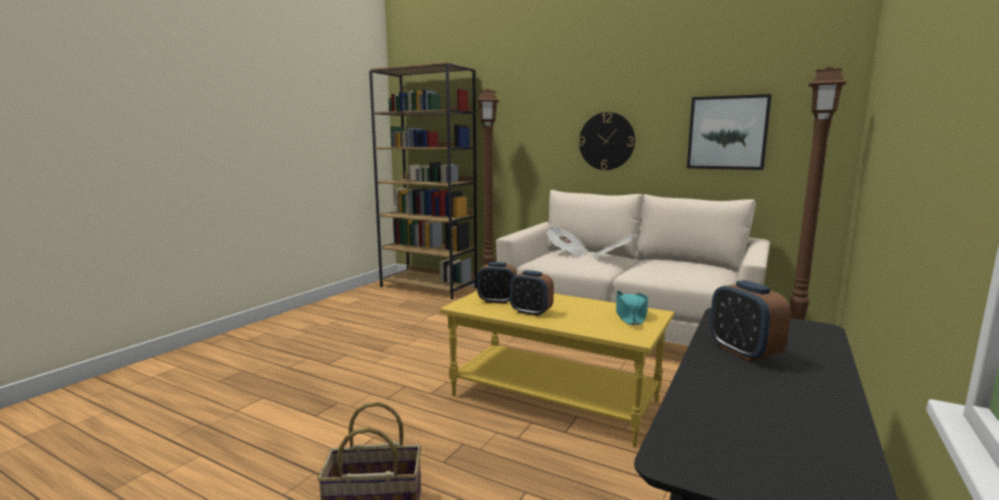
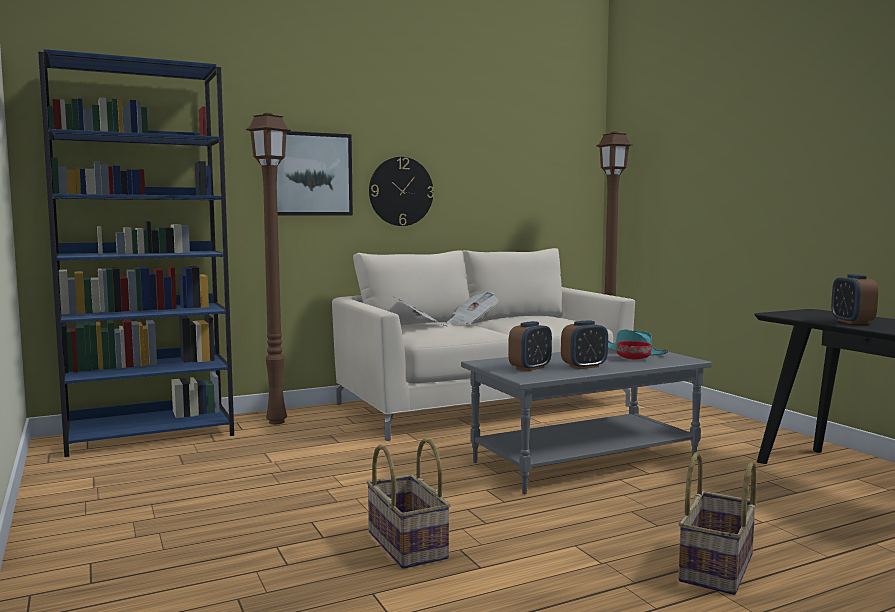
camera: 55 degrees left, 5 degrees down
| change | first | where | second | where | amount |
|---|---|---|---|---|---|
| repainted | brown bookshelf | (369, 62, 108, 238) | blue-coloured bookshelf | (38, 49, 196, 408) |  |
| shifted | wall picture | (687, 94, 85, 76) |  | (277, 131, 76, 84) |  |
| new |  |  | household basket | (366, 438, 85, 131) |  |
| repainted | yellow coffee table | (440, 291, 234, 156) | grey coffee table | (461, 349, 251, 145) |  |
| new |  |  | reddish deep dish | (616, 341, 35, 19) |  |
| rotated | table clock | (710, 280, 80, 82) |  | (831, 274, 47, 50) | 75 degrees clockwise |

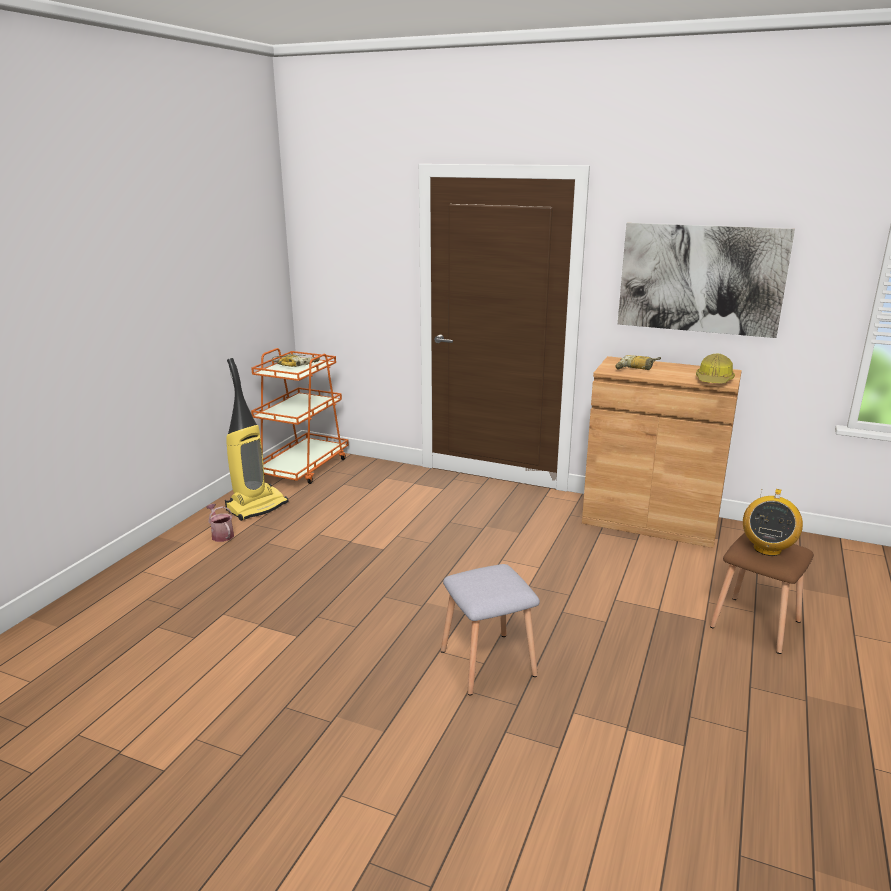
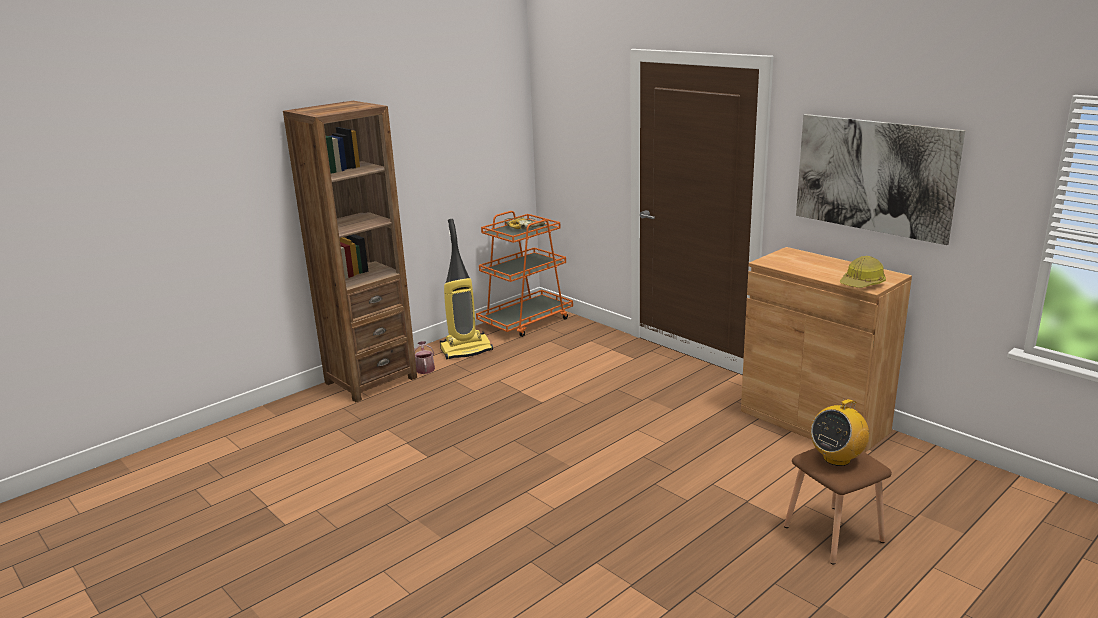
camera: 25 degrees right, 0 degrees up
| change | first | where | second | where | amount |
|---|---|---|---|---|---|
| new |  |  | brown bookshelf | (283, 101, 134, 301) |  |
| gone | grey stool | (441, 564, 99, 132) |  |  |  |
| gone | electric drill | (615, 355, 46, 15) |  |  |  |

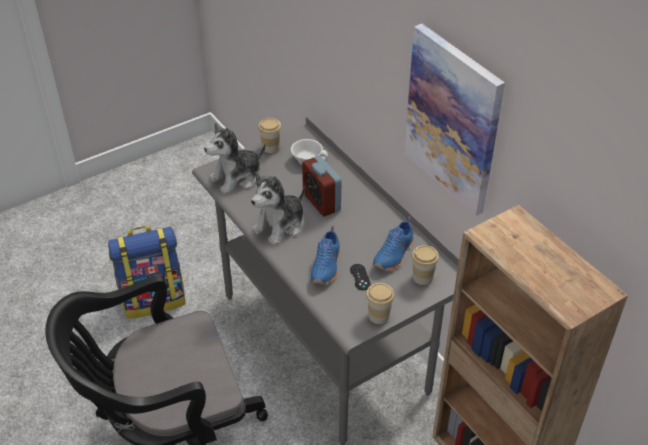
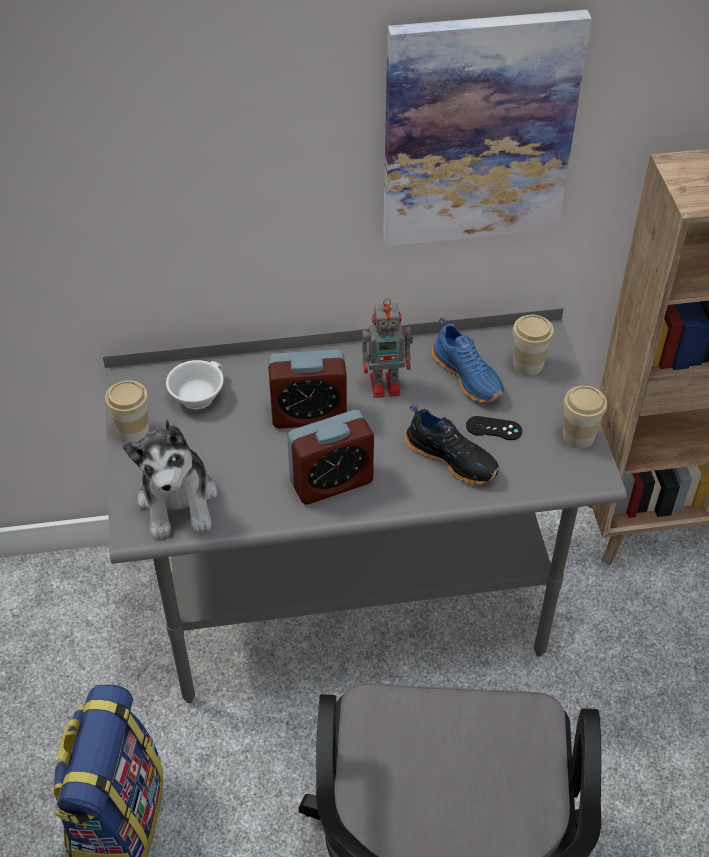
camera: 65 degrees left, 5 degrees up
| change | first | where | second | where | amount |
|---|---|---|---|---|---|
| swapped | soft toy | (251, 172, 54, 73) | table clock | (287, 410, 87, 95) |  |
| new |  |  | model robot | (362, 298, 51, 100) |  |
| repainted | blue-coloured item of footwear | (310, 225, 30, 59) | black-coloured item of footwear | (405, 404, 94, 80) |  |

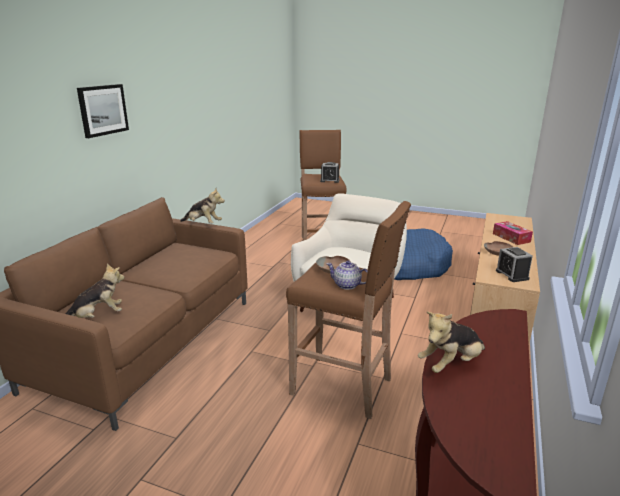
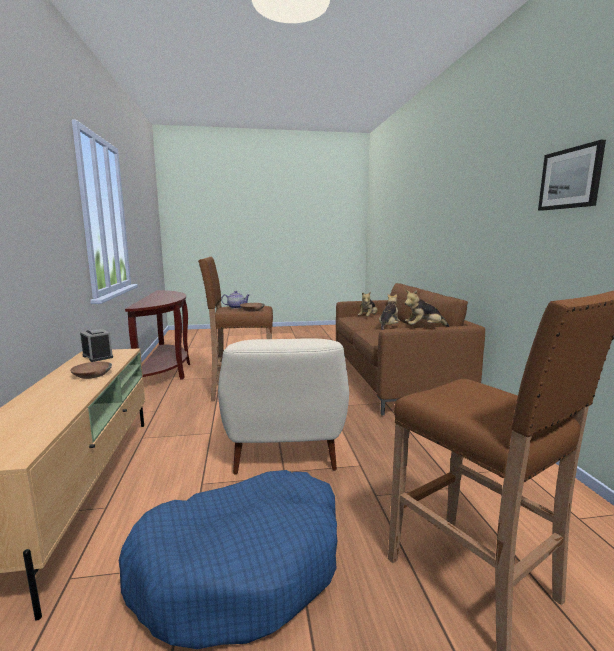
camera: 150 degrees right, 10 degrees down
| change | first | where | second | where | amount |
|---|---|---|---|---|---|
| shifted | soft toy | (418, 312, 67, 61) |  | (379, 293, 21, 37) |  |
| shifted | wall picture | (77, 84, 52, 54) |  | (538, 140, 68, 71) |  |
| gone | table clock | (320, 162, 20, 21) |  |  |  |
| gone | tissue holder | (493, 221, 40, 24) |  |  |  |

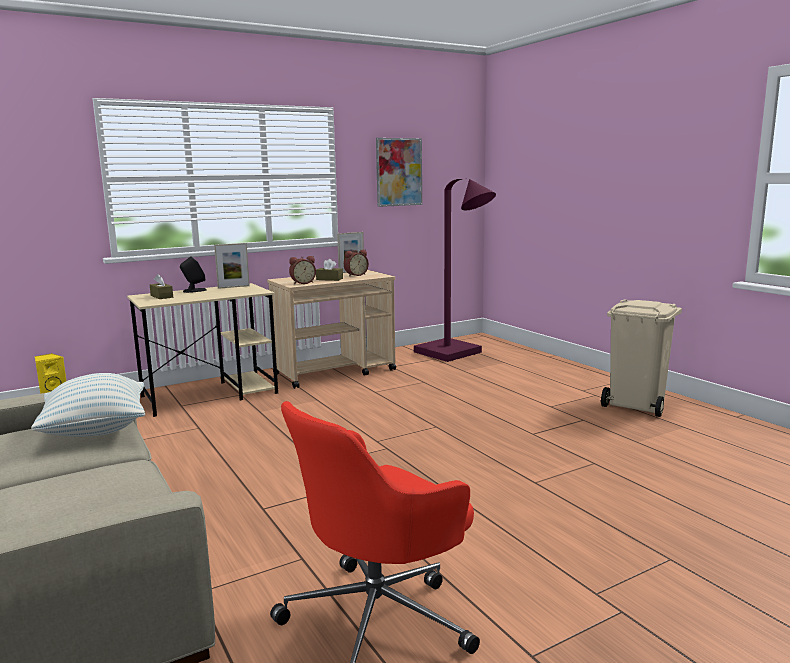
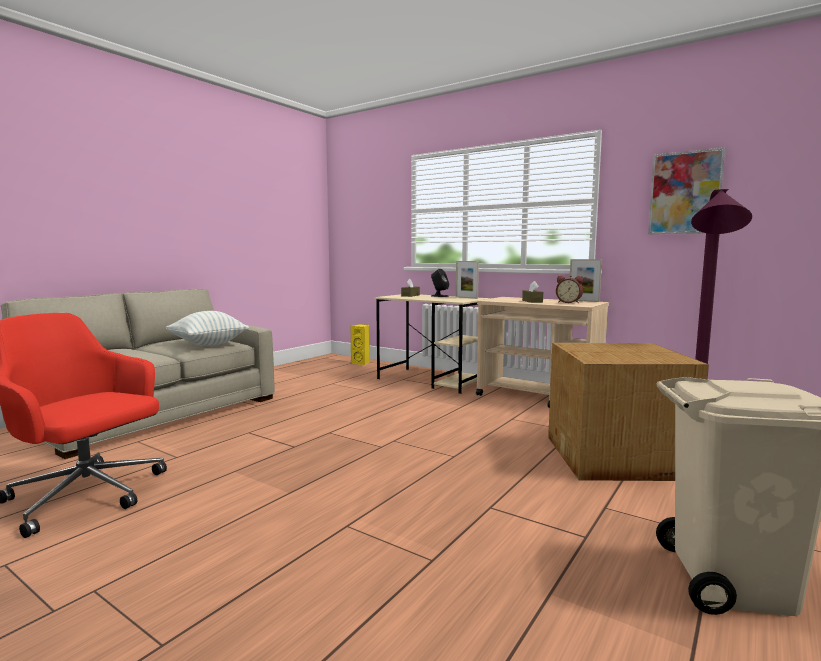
camera: 65 degrees right, 5 degrees down
| change | first | where | second | where | amount |
|---|---|---|---|---|---|
| new |  |  | packing box | (548, 343, 161, 138) |  |
| gone | table clock | (289, 256, 27, 29) |  |  |  |

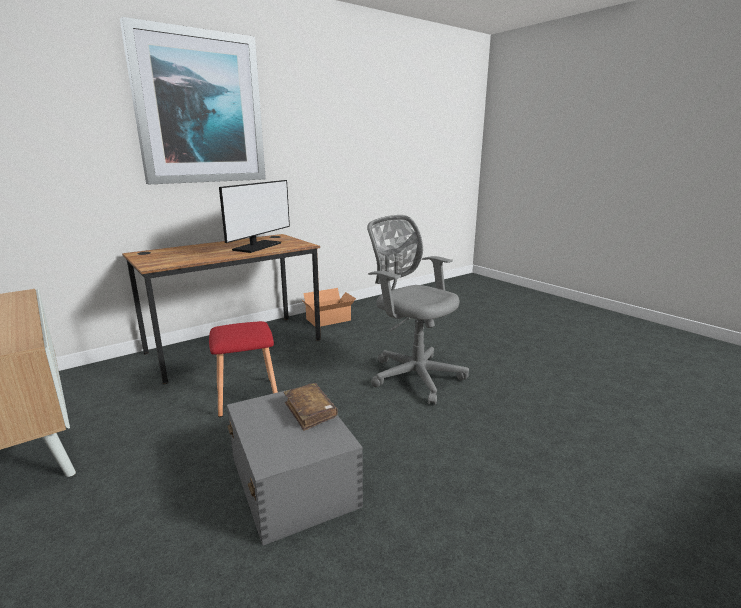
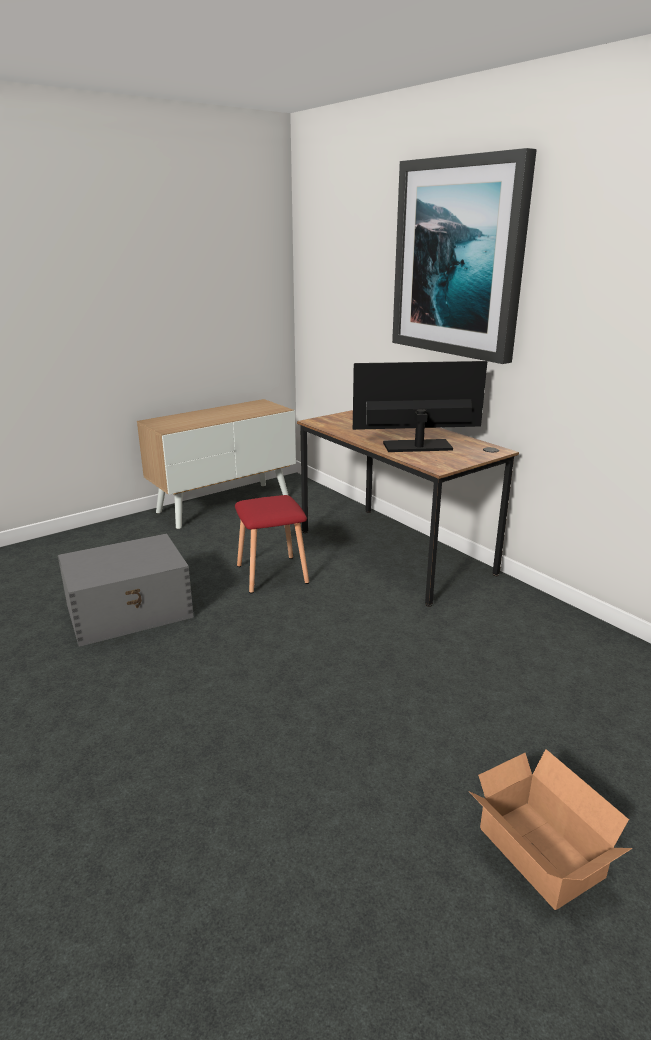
camera: 90 degrees right, 5 degrees up
| change | first | where | second | where | amount |
|---|---|---|---|---|---|
| rotated | computer screen | (219, 180, 71, 73) |  | (353, 361, 135, 91) | 150 degrees clockwise |
| shifted | packing box | (301, 288, 55, 39) |  | (468, 749, 164, 161) |  |
| gone | brown volume | (284, 383, 54, 48) |  |  |  |
| gone | grey computer chair | (367, 215, 102, 190) |  |  |  |

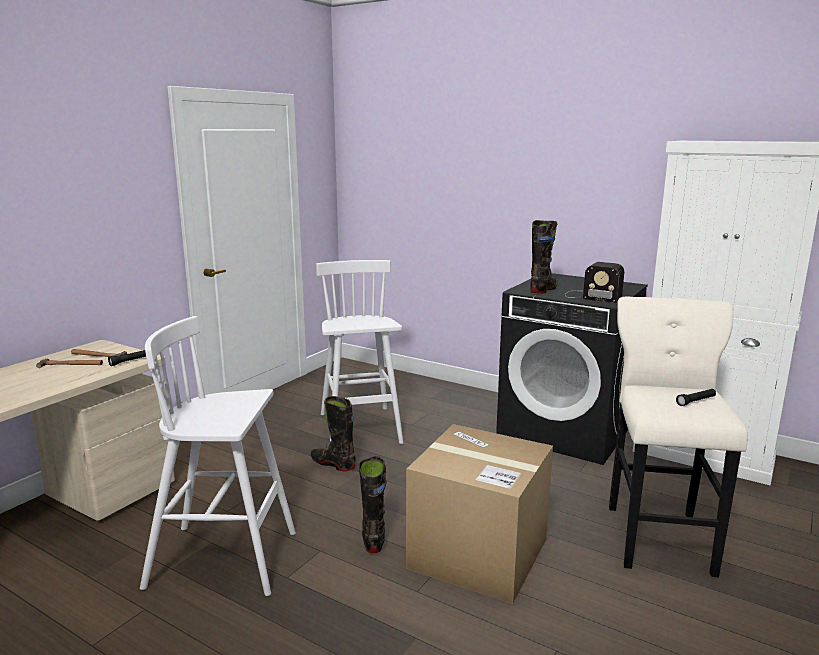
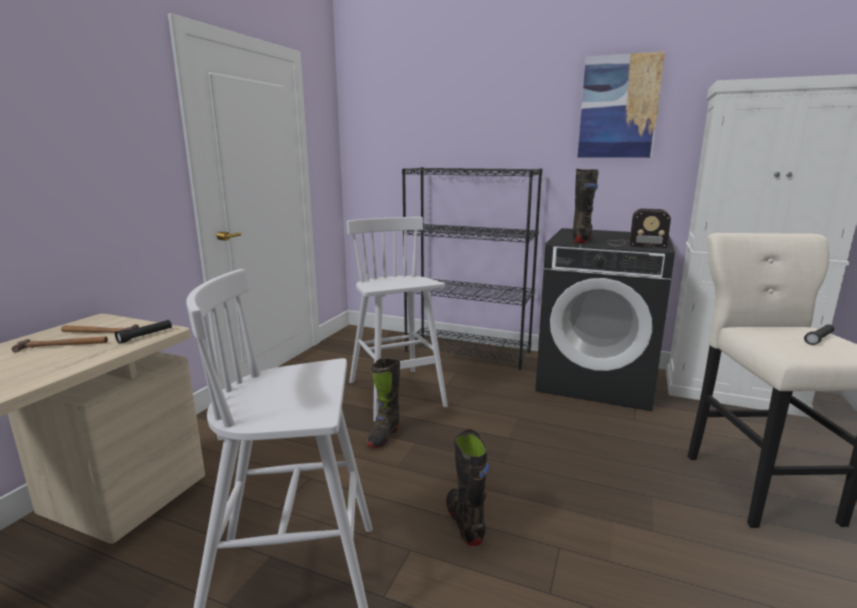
camera: 10 degrees left, 0 degrees up
| change | first | where | second | where | amount |
|---|---|---|---|---|---|
| rotated | black-coloured boot | (311, 396, 45, 75) |  | (366, 358, 34, 90) | 90 degrees counterclockwise |
| new |  |  | black-coloured bookshelf | (402, 167, 140, 203) |  |
| new |  |  | wall picture | (578, 51, 87, 107) |  |
| gone | packing box | (406, 424, 147, 180) |  |  |  |

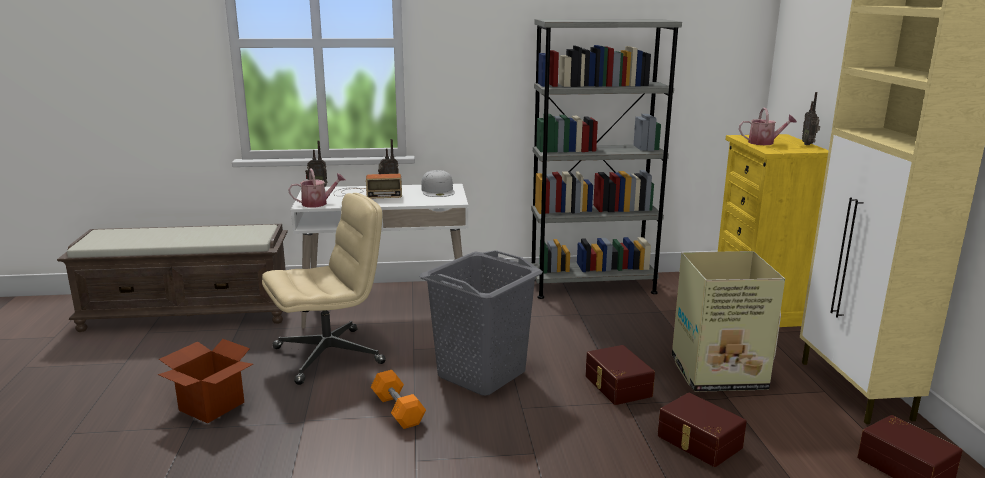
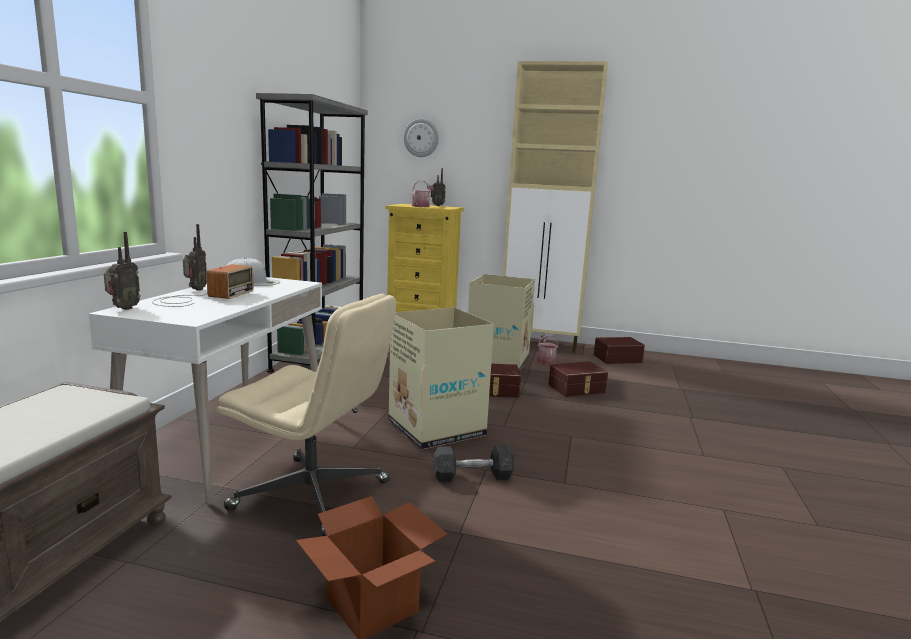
camera: 70 degrees left, 5 degrees down
| change | first | where | second | where | amount |
|---|---|---|---|---|---|
| rotated | sand-coloured computer chair | (262, 193, 124, 192) |  | (217, 294, 179, 242) | 120 degrees clockwise |
| swapped | grey laundry basket | (419, 250, 124, 146) | packing box | (388, 307, 106, 143) |  |
| new |  |  | wall clock | (404, 119, 35, 38) |  |
| repainted | orange-coloured dumbbell | (371, 370, 55, 59) | grey dumbbell | (434, 445, 80, 37) |  |
| shifted | watering can | (288, 168, 58, 40) |  | (537, 335, 21, 30) |  |

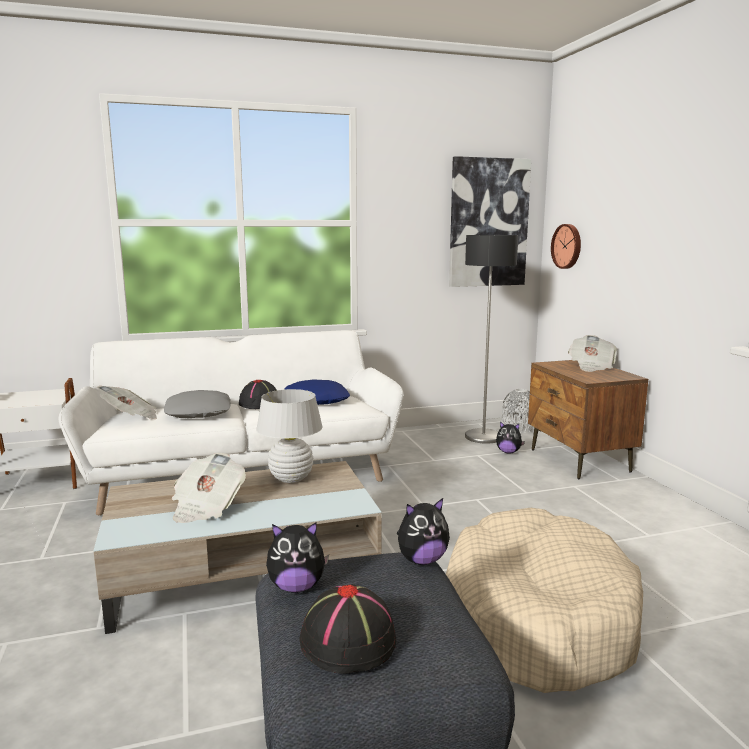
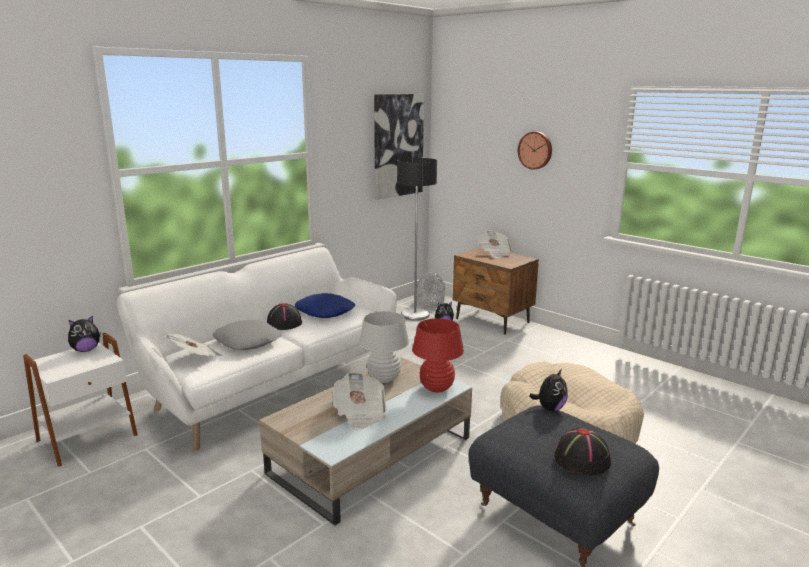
camera: 30 degrees left, 5 degrees up
| change | first | where | second | where | amount |
|---|---|---|---|---|---|
| shifted | soft toy | (266, 522, 63, 71) |  | (68, 315, 33, 37) |  |
| new |  |  | reddish tabletop lamp | (412, 318, 52, 75) |  |
| shifted | wall clock | (551, 224, 30, 45) |  | (518, 131, 34, 39) |  |

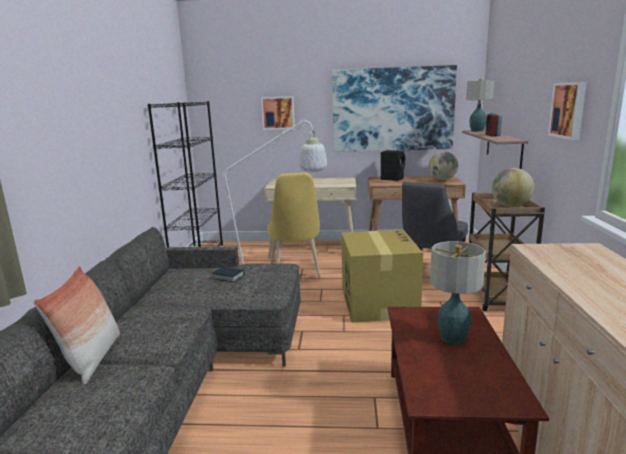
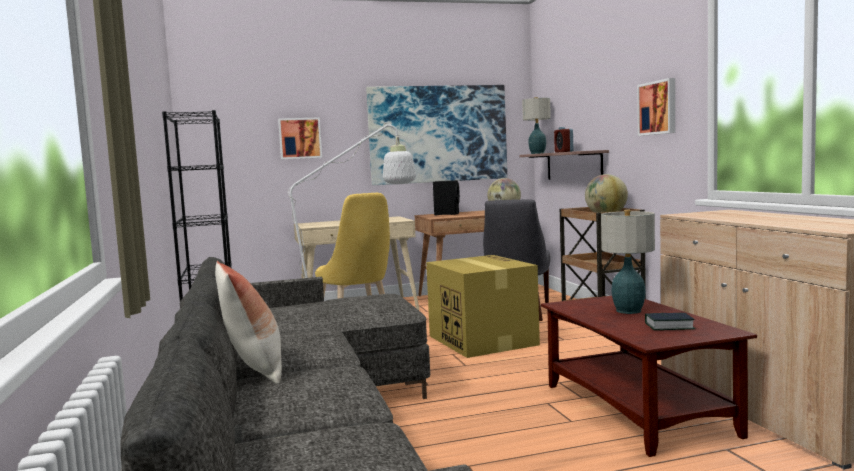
camera: 20 degrees left, 10 degrees down
| change | first | where | second | where | amount |
|---|---|---|---|---|---|
| shifted | volume | (212, 267, 32, 15) |  | (645, 313, 50, 17) |  |

